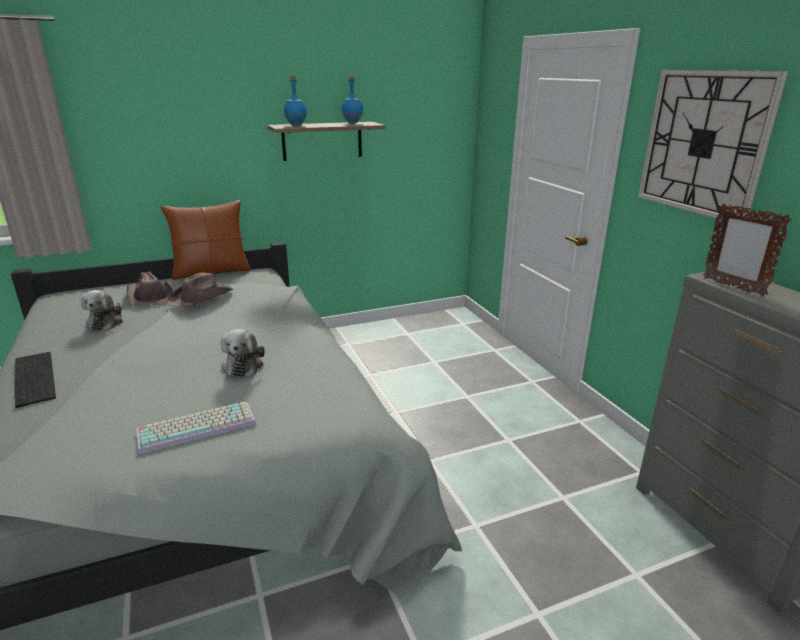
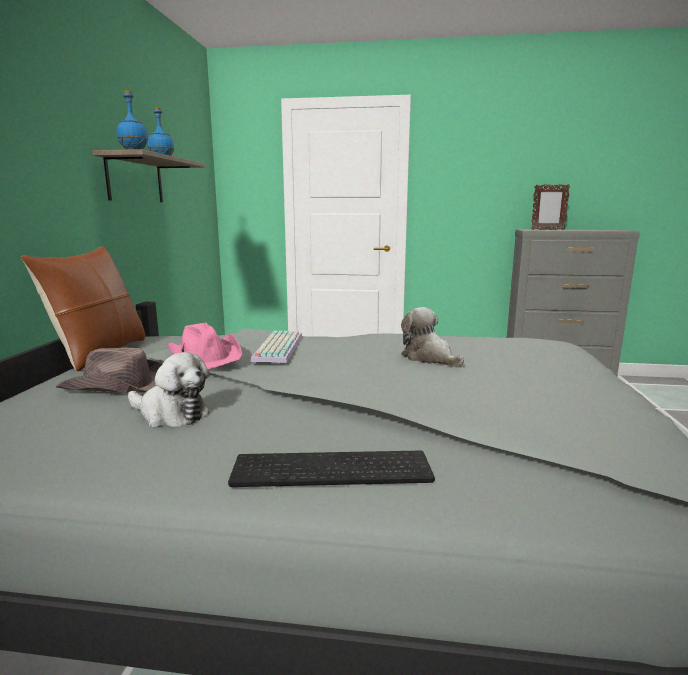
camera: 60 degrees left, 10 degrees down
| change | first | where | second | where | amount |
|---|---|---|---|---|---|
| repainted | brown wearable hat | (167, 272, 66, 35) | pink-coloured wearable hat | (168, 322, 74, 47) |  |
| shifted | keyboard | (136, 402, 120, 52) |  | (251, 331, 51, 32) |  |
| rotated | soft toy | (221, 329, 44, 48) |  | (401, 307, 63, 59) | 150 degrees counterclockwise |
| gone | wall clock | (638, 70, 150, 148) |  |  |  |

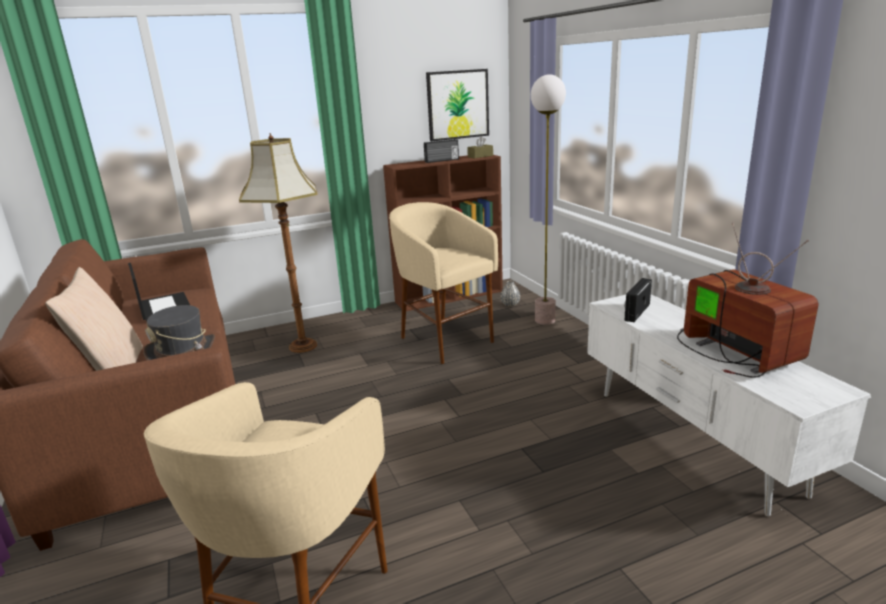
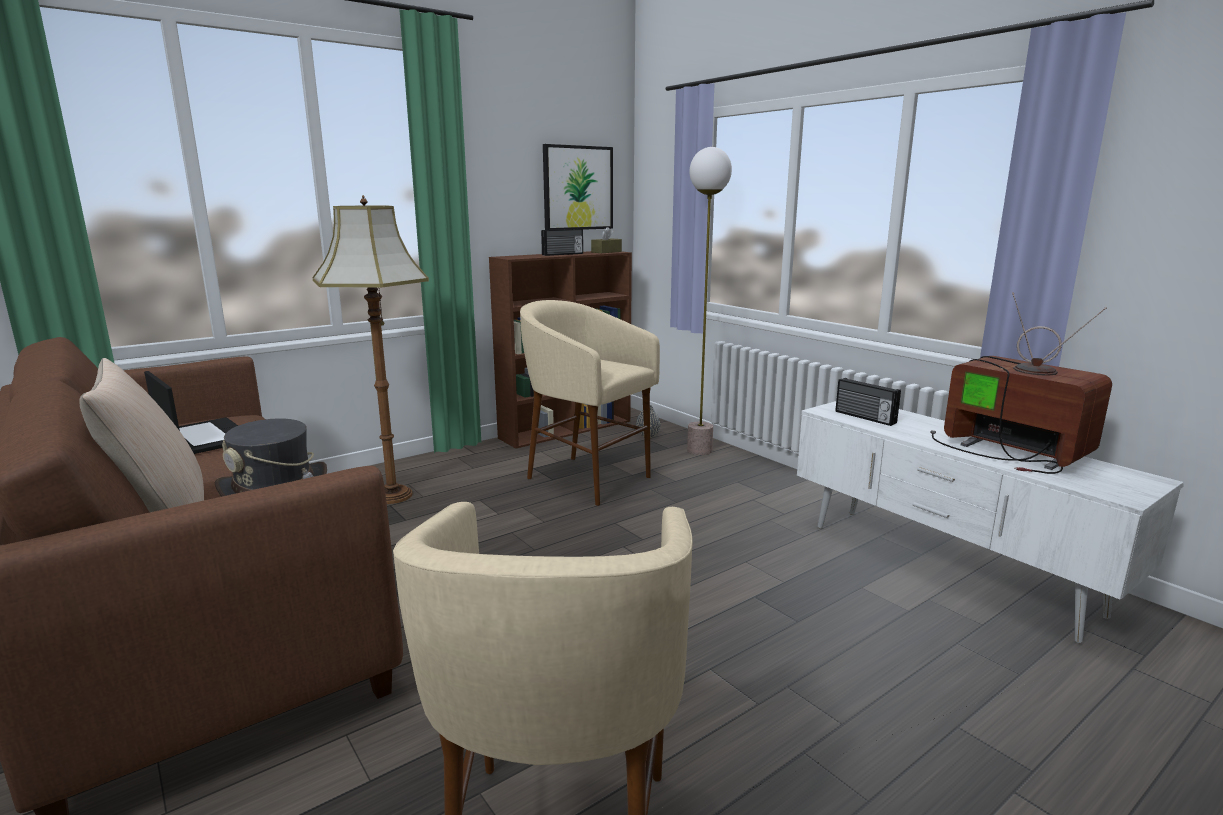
camera: 15 degrees left, 5 degrees down
| change | first | where | second | where | amount |
|---|---|---|---|---|---|
| rotated | radio receiver | (624, 278, 28, 44) |  | (835, 378, 66, 48) | 60 degrees counterclockwise |

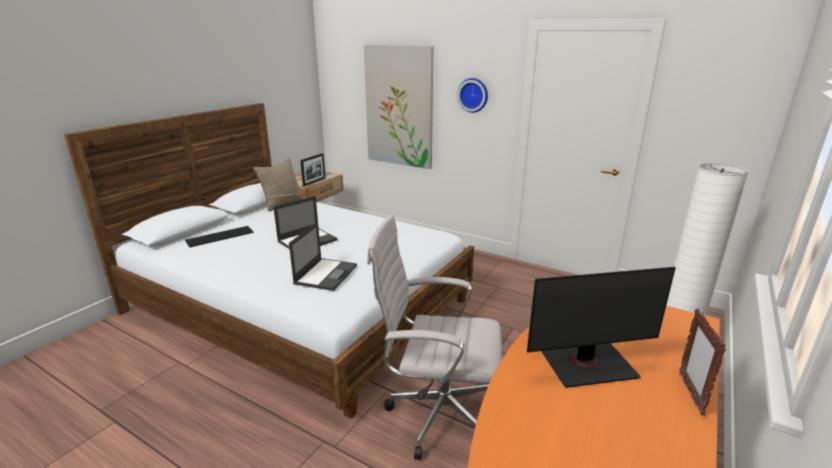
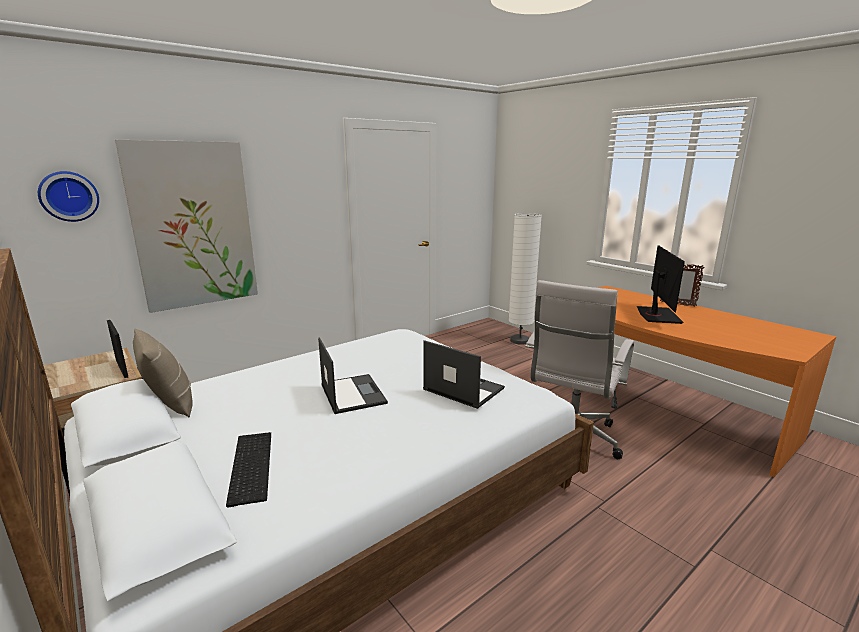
camera: 70 degrees left, 5 degrees down
| change | first | where | second | where | amount |
|---|---|---|---|---|---|
| shifted | wall clock | (457, 78, 31, 35) |  | (38, 171, 61, 51) |  |

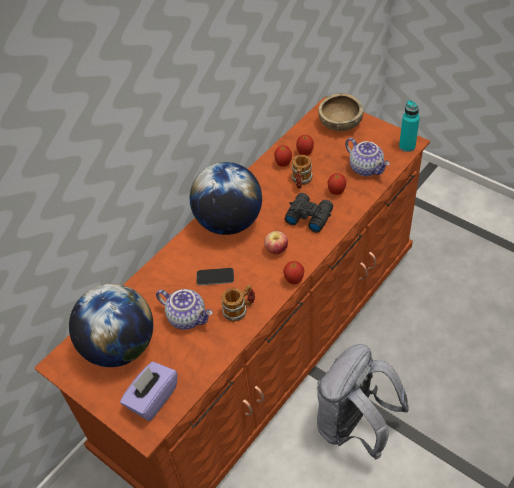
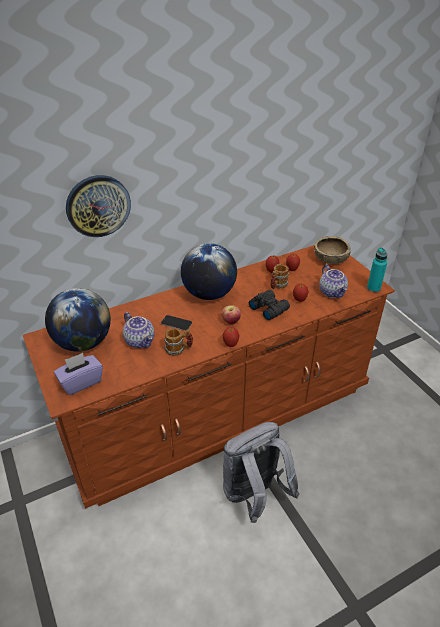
camera: 20 degrees right, 10 degrees down
| change | first | where | second | where | amount |
|---|---|---|---|---|---|
| new |  |  | wall clock | (66, 175, 65, 62) |  |

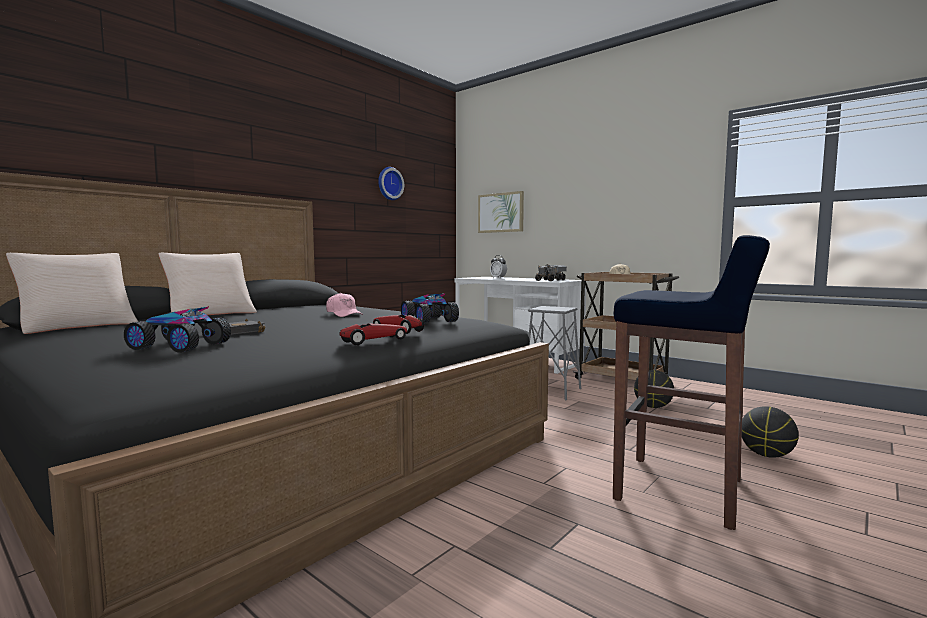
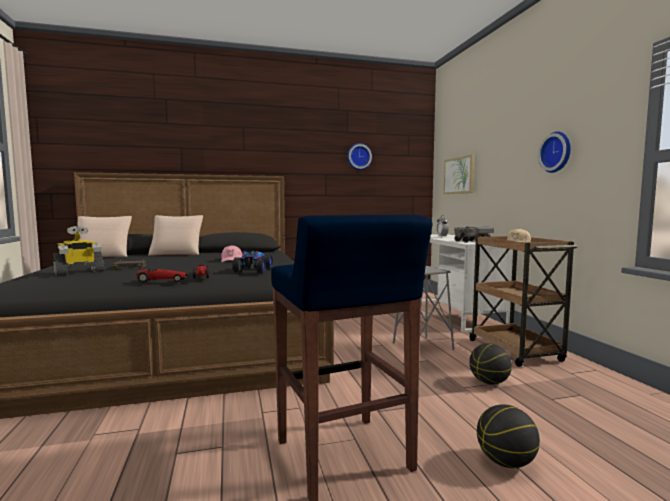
camera: 35 degrees right, 0 degrees up
| change | first | where | second | where | amount |
|---|---|---|---|---|---|
| swapped | miniature car | (124, 306, 107, 47) | model robot | (53, 226, 52, 50) |  |
| new |  |  | wall clock | (538, 131, 33, 42) |  |

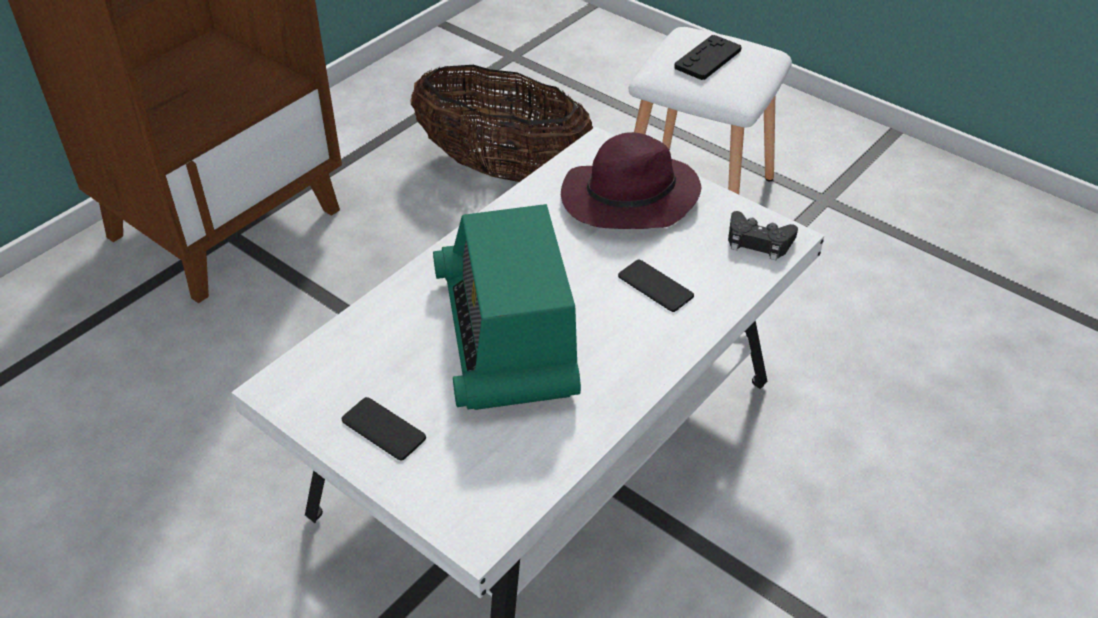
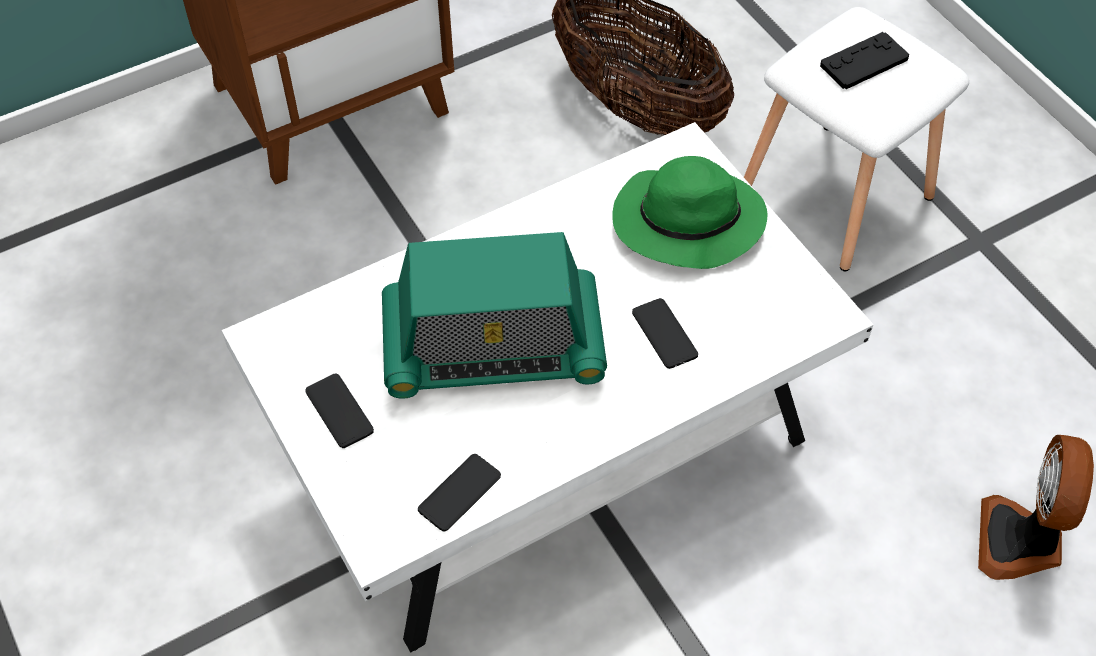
camera: 20 degrees right, 10 degrees up
| change | first | where | second | where | amount |
|---|---|---|---|---|---|
| rotated | radio receiver | (433, 204, 148, 206) |  | (382, 232, 225, 167) | 105 degrees counterclockwise |
| new |  |  | handset | (418, 454, 83, 78) |  |
| repainted | purple wearable hat | (561, 132, 140, 97) | greenish wearable hat | (612, 156, 155, 113) |  |
| new |  |  | electric fan | (978, 435, 116, 145) |  |
| gone | black-coloured gamepad | (728, 211, 70, 49) |  |  |  |

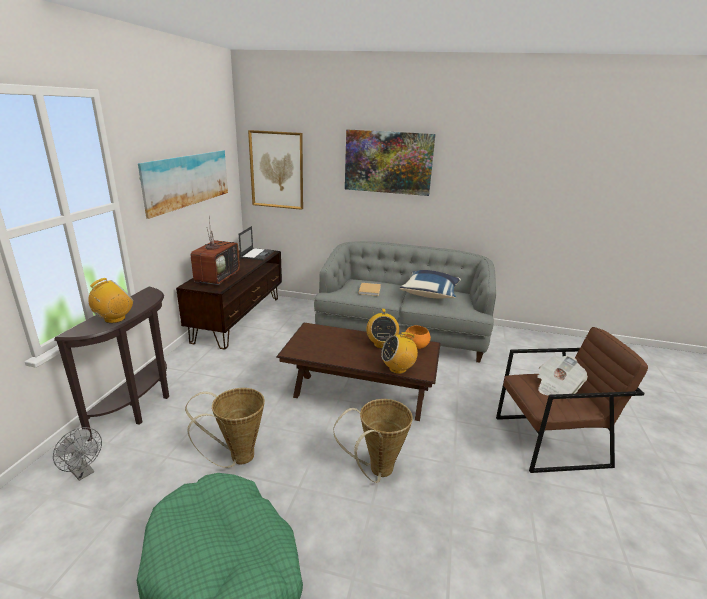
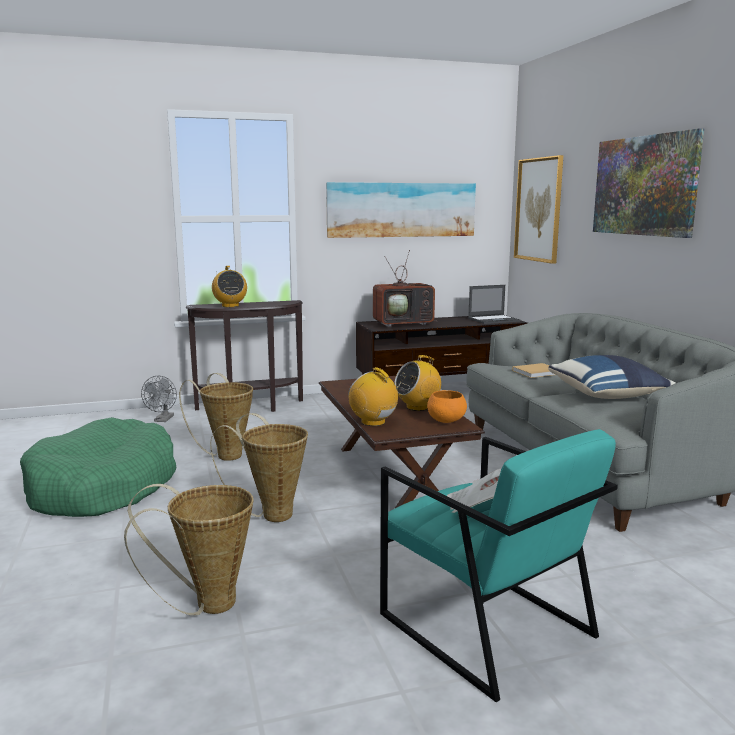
camera: 60 degrees right, 10 degrees down
| change | first | where | second | where | amount |
|---|---|---|---|---|---|
| new |  |  | household basket | (124, 484, 130, 131) |  |
| rotated | radio receiver | (88, 278, 46, 45) |  | (212, 266, 35, 41) | 60 degrees clockwise |
| repainted | brown armchair | (496, 327, 152, 146) | turquoise armchair | (380, 429, 238, 273) |  |

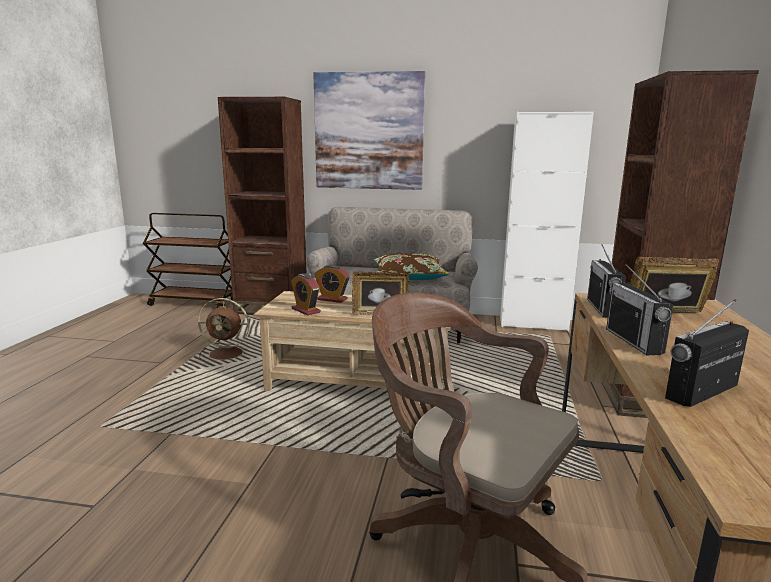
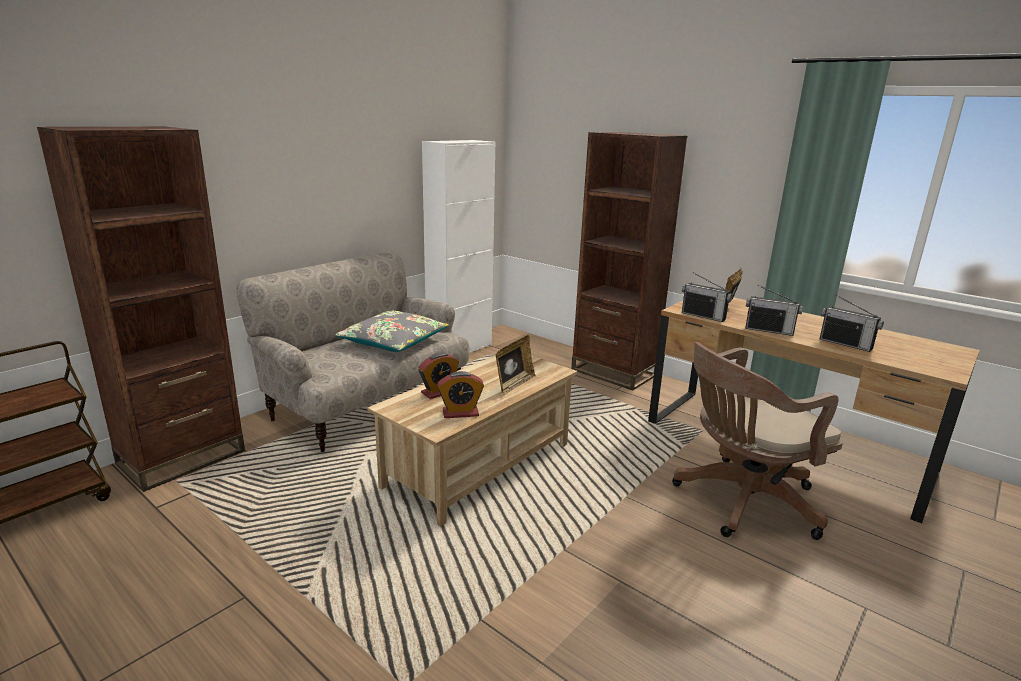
camera: 60 degrees left, 5 degrees up
| change | first | where | second | where | amount |
|---|---|---|---|---|---|
| repainted | brown pillow | (374, 254, 75, 26) | grey pillow | (335, 311, 114, 41) |  |
| rotated | radio receiver | (665, 299, 84, 108) |  | (820, 295, 64, 57) | 45 degrees counterclockwise |
| gone | brown electric fan | (198, 298, 52, 64) |  |  |  |
| gone | wall picture | (313, 71, 112, 119) |  |  |  |

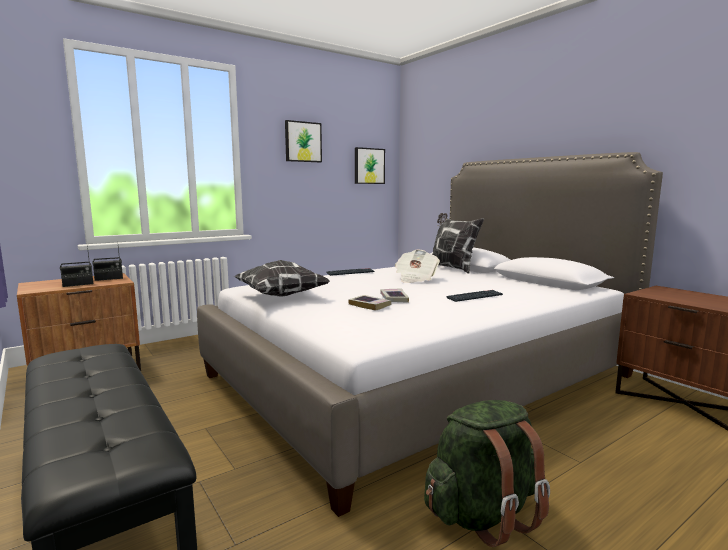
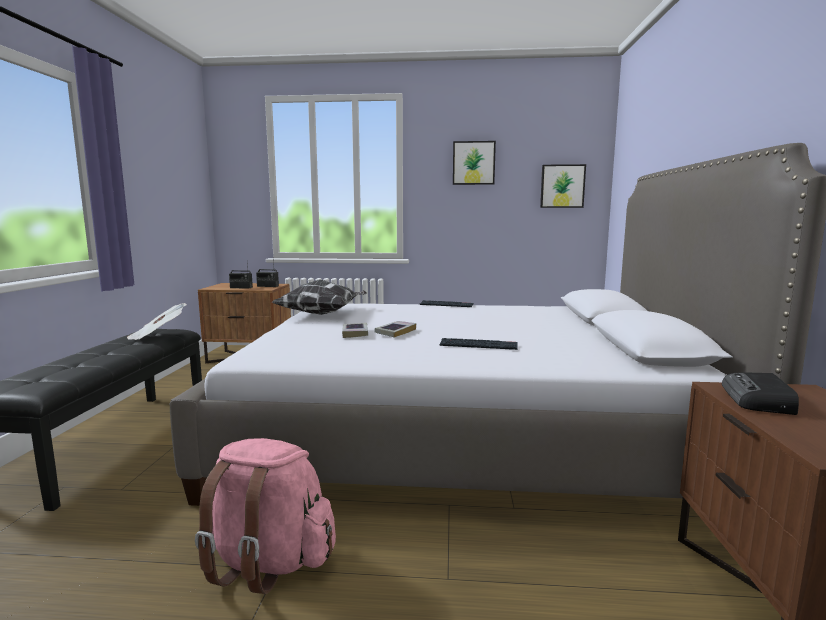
camera: 40 degrees right, 0 degrees up
| change | first | where | second | where | amount |
|---|---|---|---|---|---|
| shifted | printed paper | (395, 250, 45, 33) |  | (127, 303, 60, 37) |  |
| repainted | greenish backpack | (424, 400, 126, 147) | pink-coloured backpack | (195, 438, 141, 156) |  |
| new |  |  | radio receiver | (722, 373, 77, 42) |  |
| gone | pillow | (432, 213, 52, 61) |  |  |  |

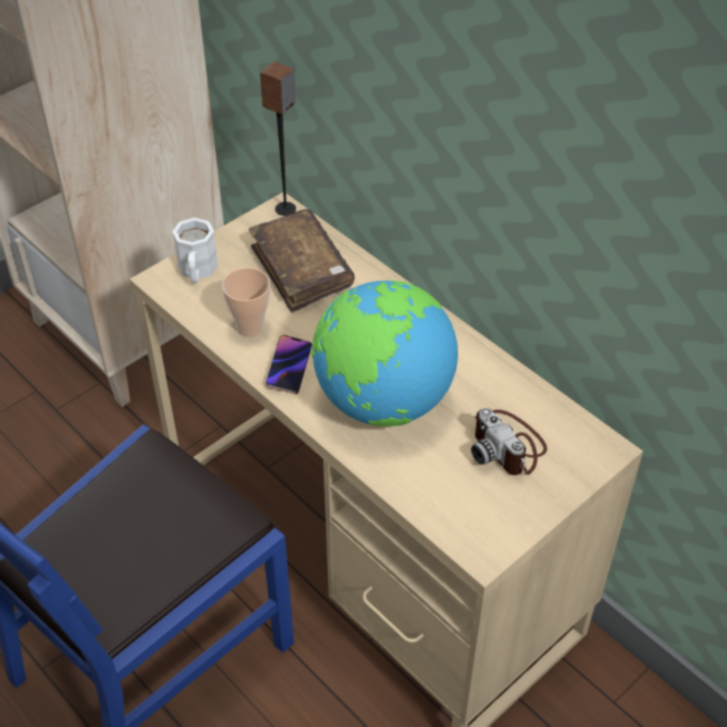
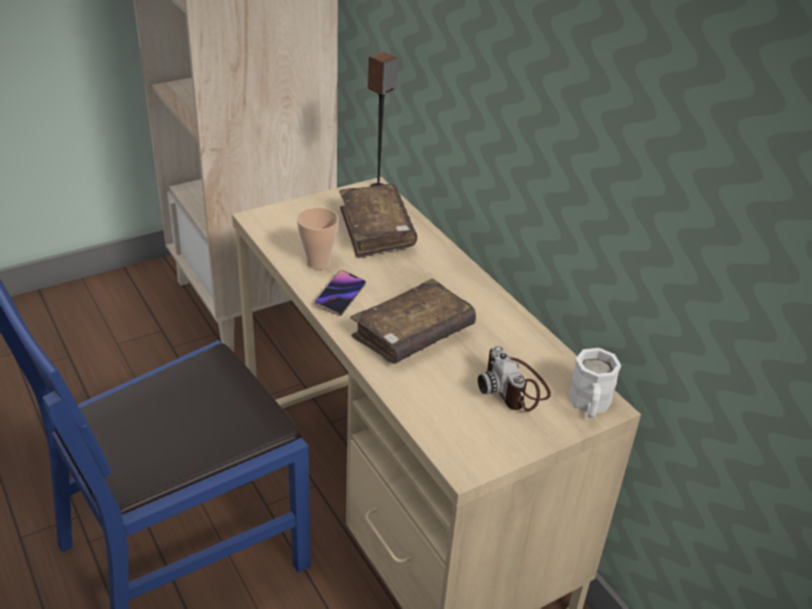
camera: 10 degrees right, 10 degrees down
| change | first | where | second | where | amount |
|---|---|---|---|---|---|
| swapped | desk globe | (312, 281, 146, 145) | brown volume | (350, 279, 126, 85) |  |
| shifted | white-coloured mug | (172, 218, 46, 65) |  | (568, 348, 54, 70) |  |

